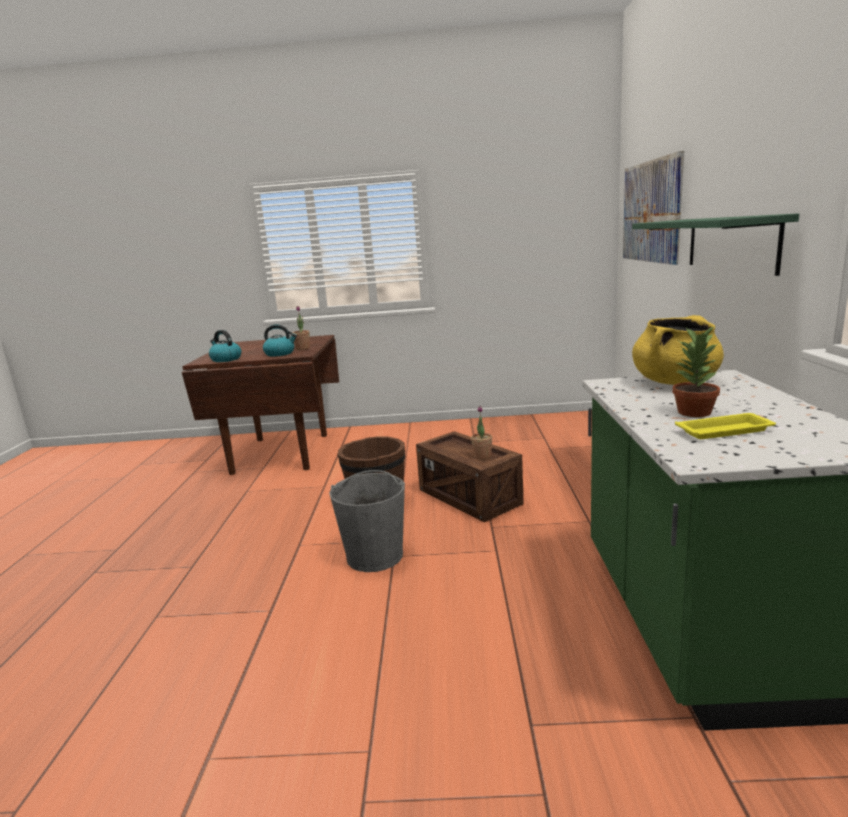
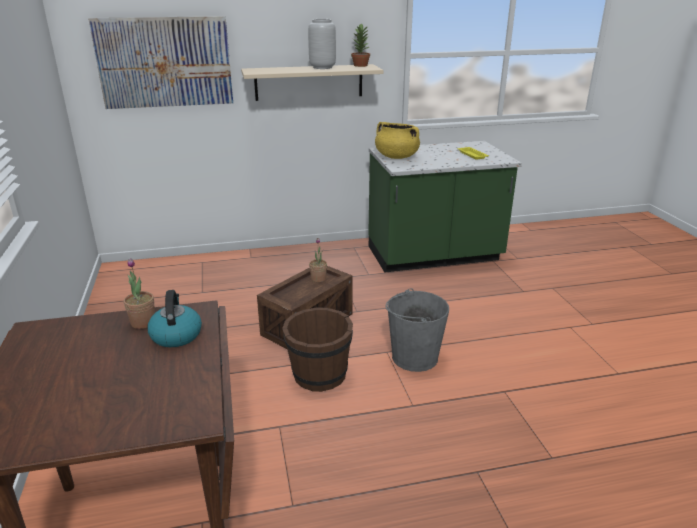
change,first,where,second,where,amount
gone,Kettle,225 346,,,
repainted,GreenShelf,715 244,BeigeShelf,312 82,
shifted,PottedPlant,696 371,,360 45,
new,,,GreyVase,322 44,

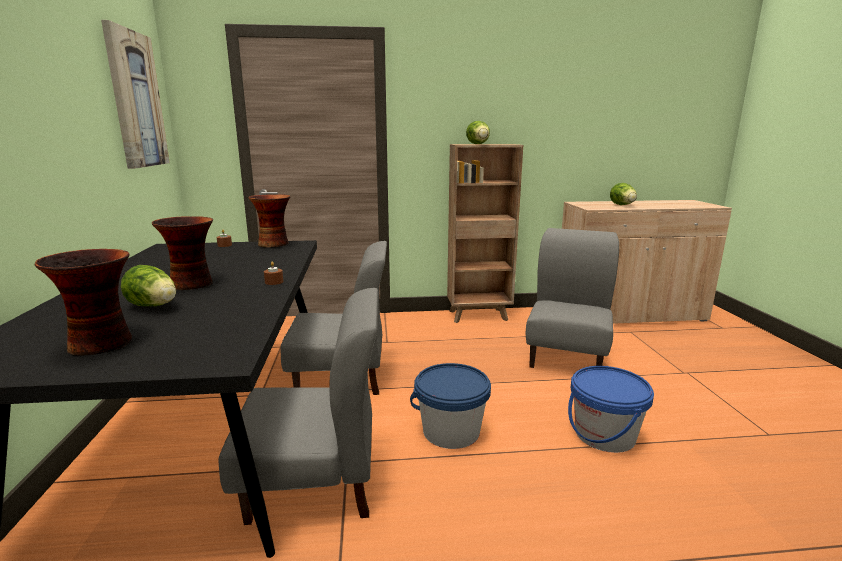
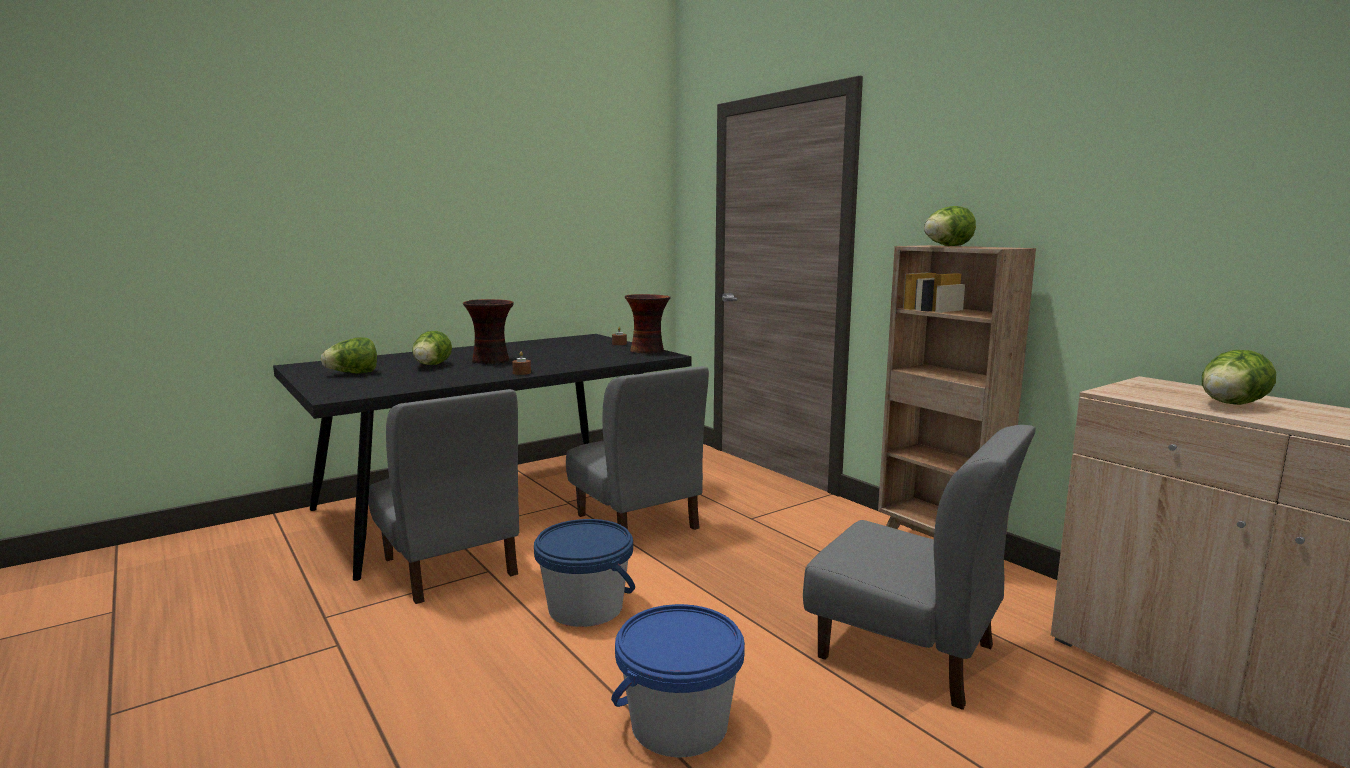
change,first,where,second,where,amount
swapped,Vase,83 302,Lettuce,349 355,
gone,Picture,135 94,,,
rotated,GreyChair,572 298,,919 567,45 degrees clockwise

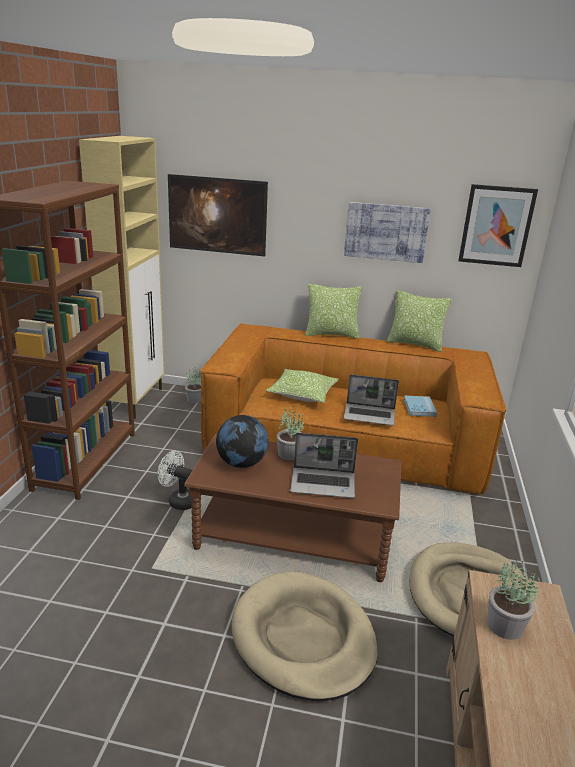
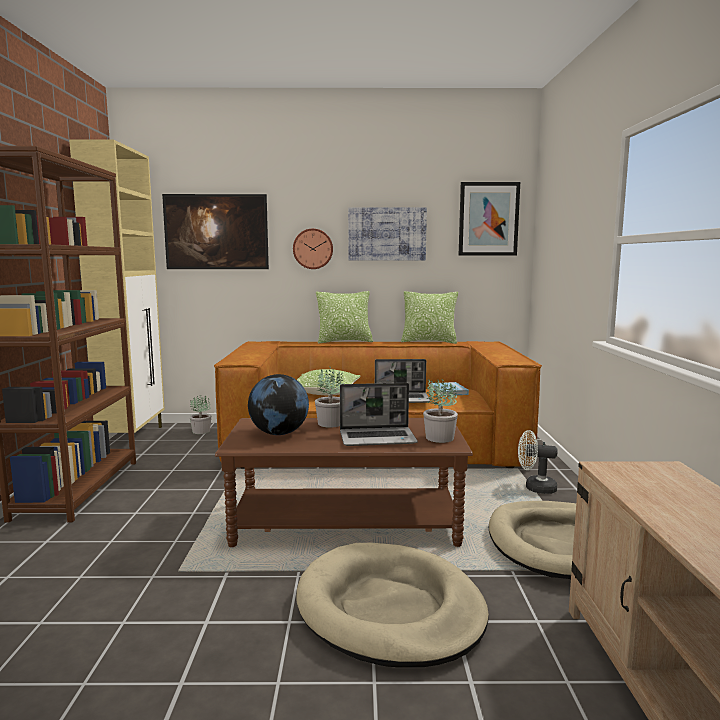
change,first,where,second,where,amount
shifted,WhiteFan,175 480,,537 462,
shifted,PottedPlant,513 599,,440 411,
new,,,WallClock,313 248,

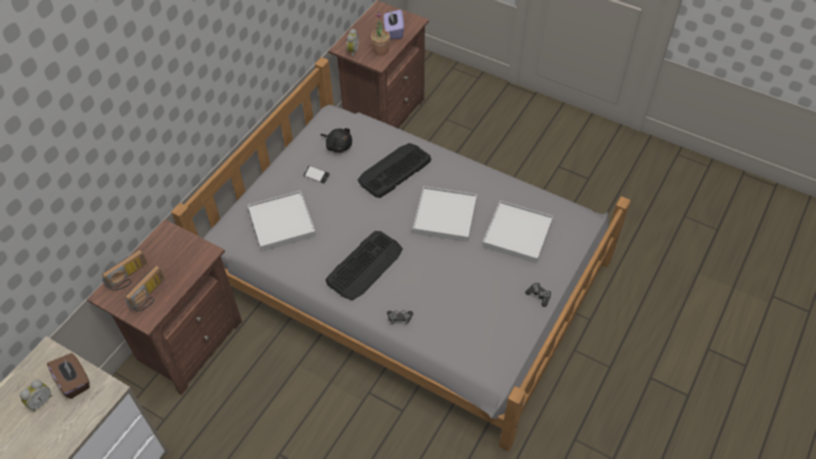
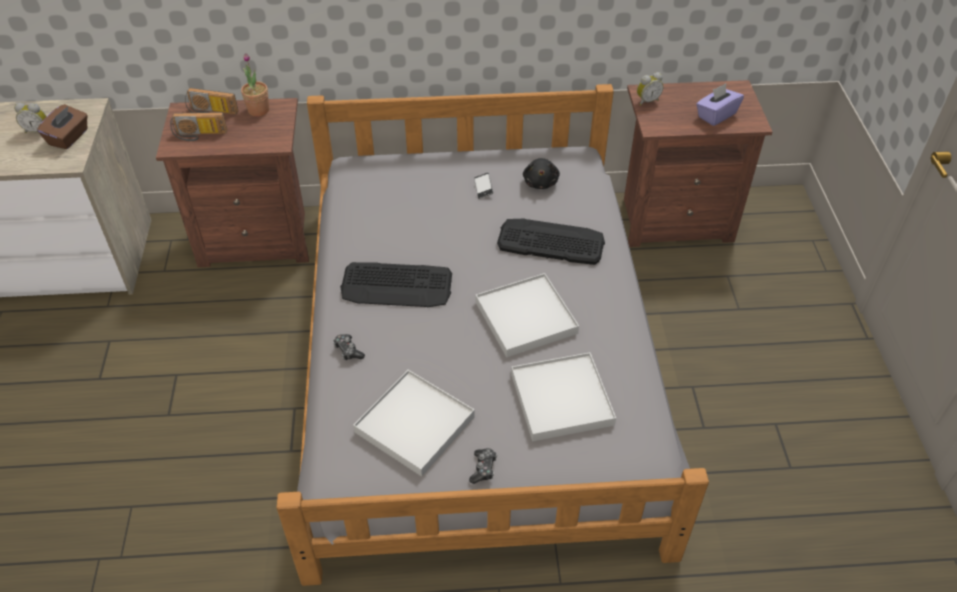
change,first,where,second,where,amount
shifted,WhiteTray,282 221,,414 423,
shifted,PottedPlant,380 33,,255 85,

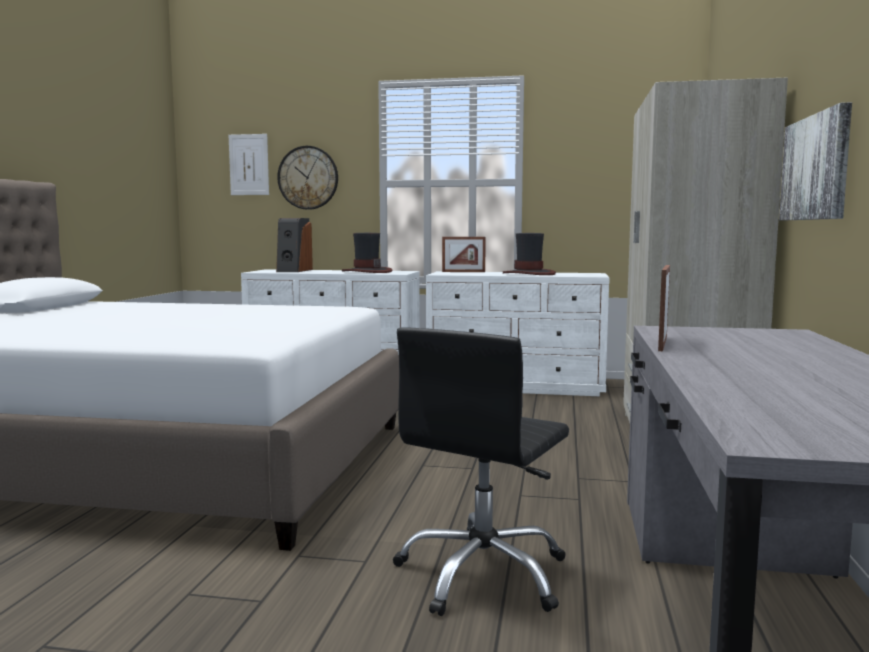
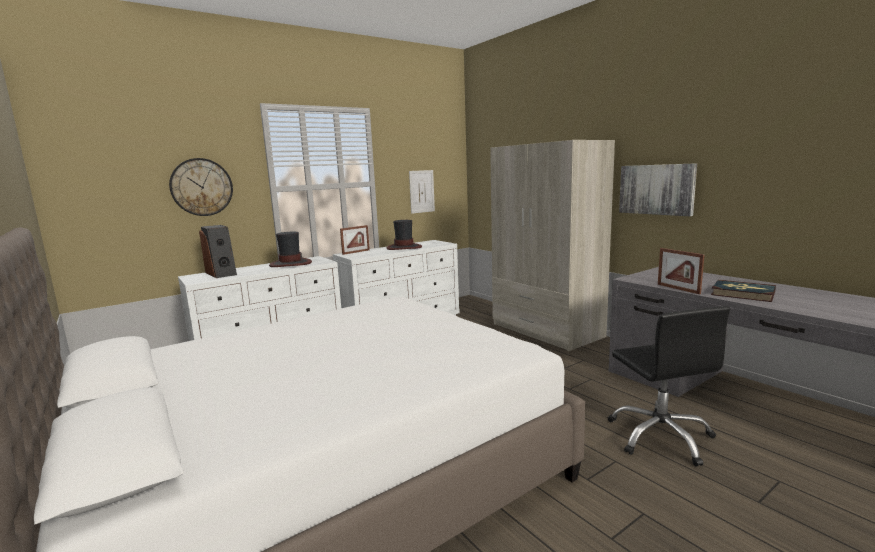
change,first,where,second,where,amount
shifted,Picture,249 164,,422 192,
new,,,Book,743 291,

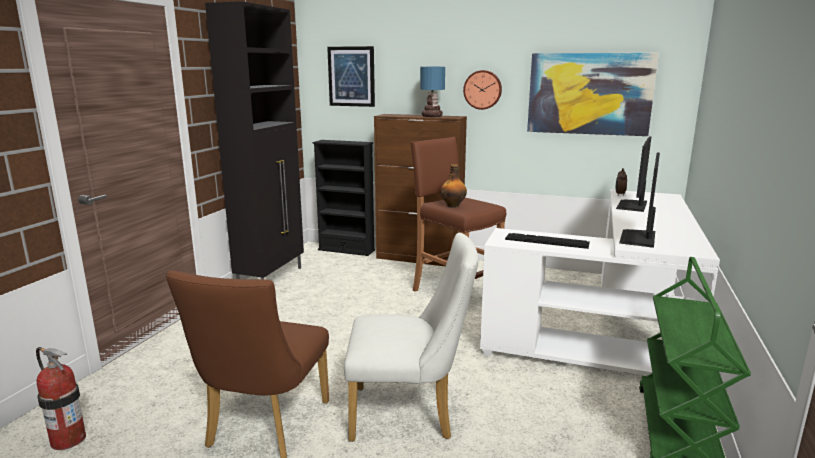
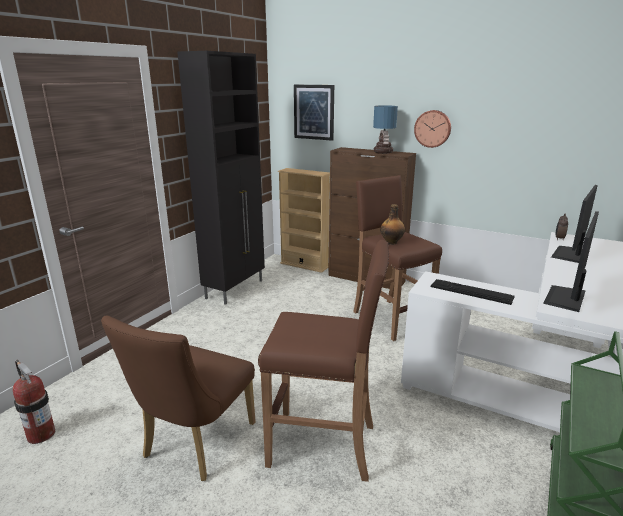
change,first,where,second,where,amount
repainted,BlackBookcase,344 198,BeigeBookcase,304 220,
swapped,WhiteChair,411 337,BrownStool,323 361,
gone,Picture,593 94,,,

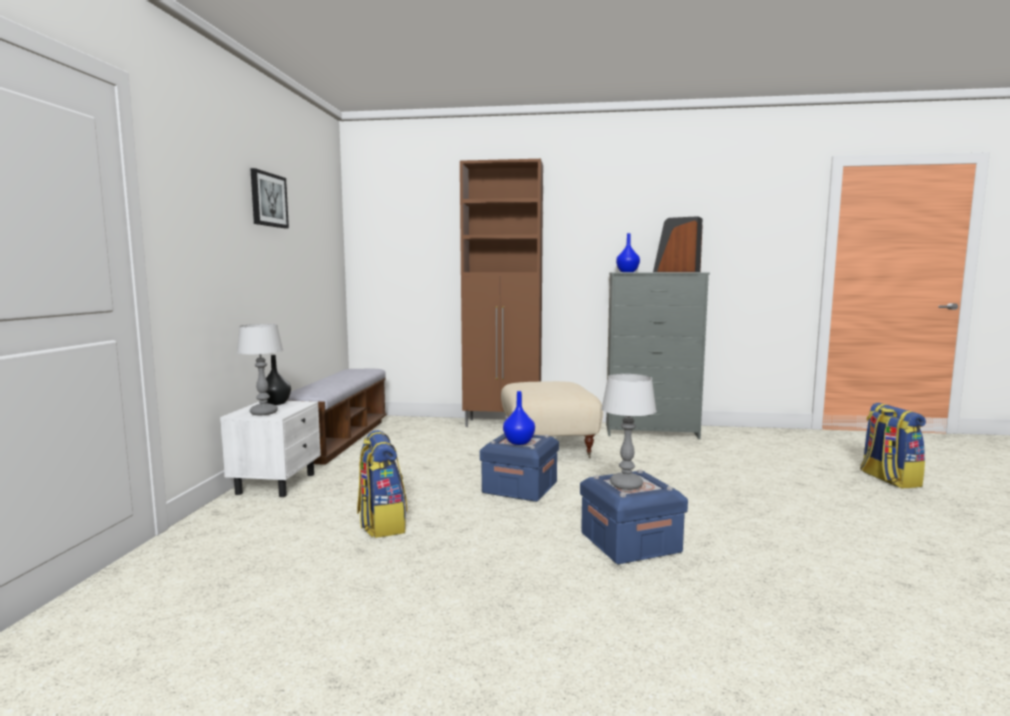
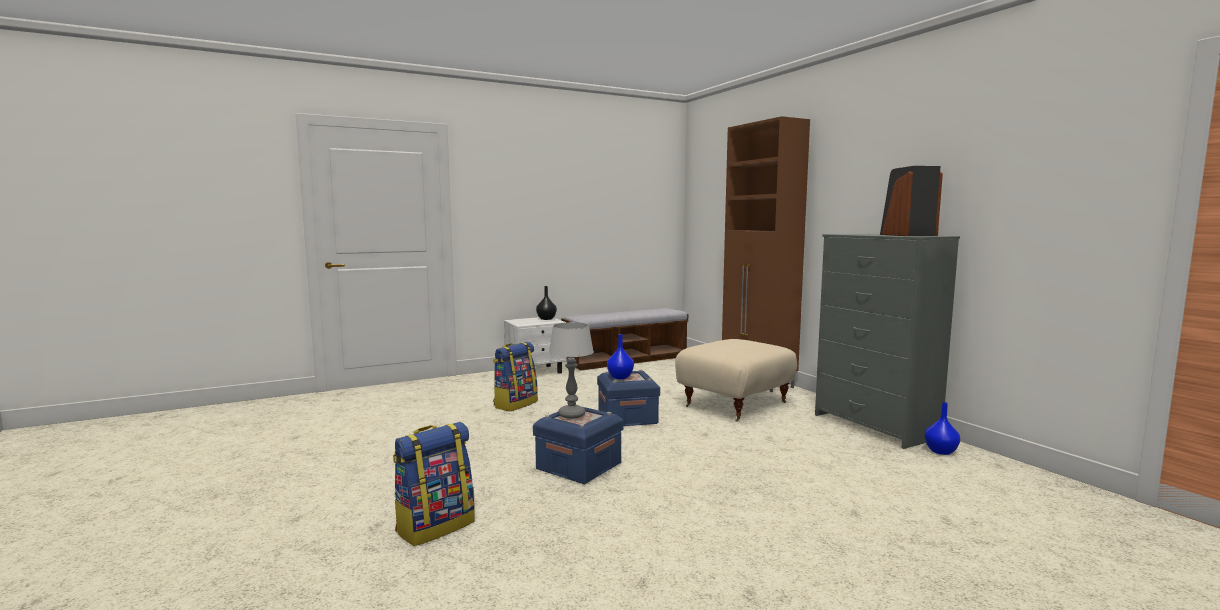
change,first,where,second,where,amount
gone,TableLamp,260 369,,,
gone,Picture,269 198,,,
shifted,BlueVase,628 252,,942 428,
shifted,Backpack,893 445,,434 484,

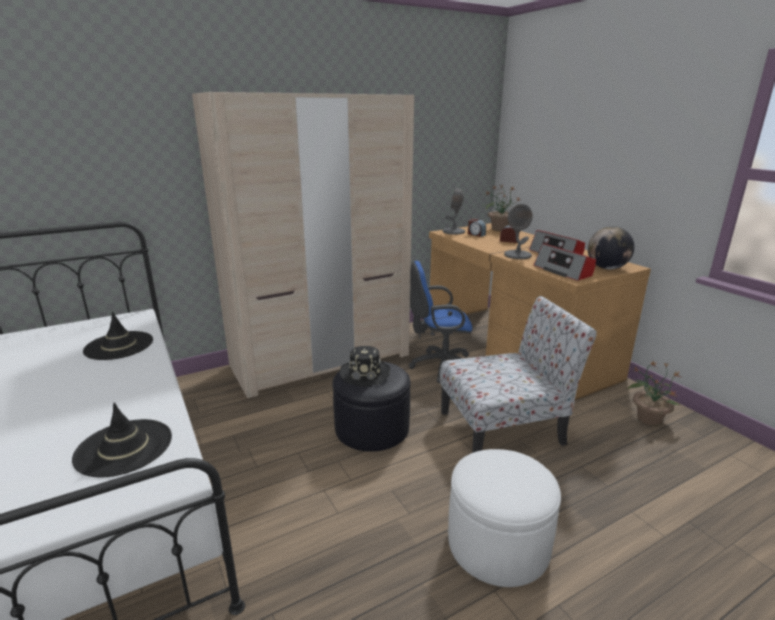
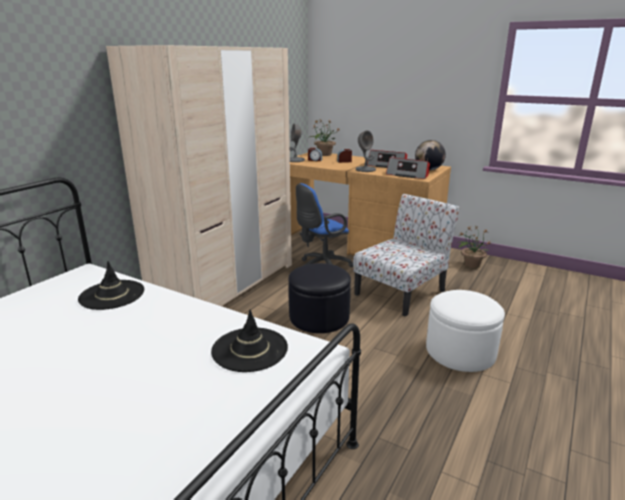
change,first,where,second,where,amount
gone,BlackHat,365 366,,,

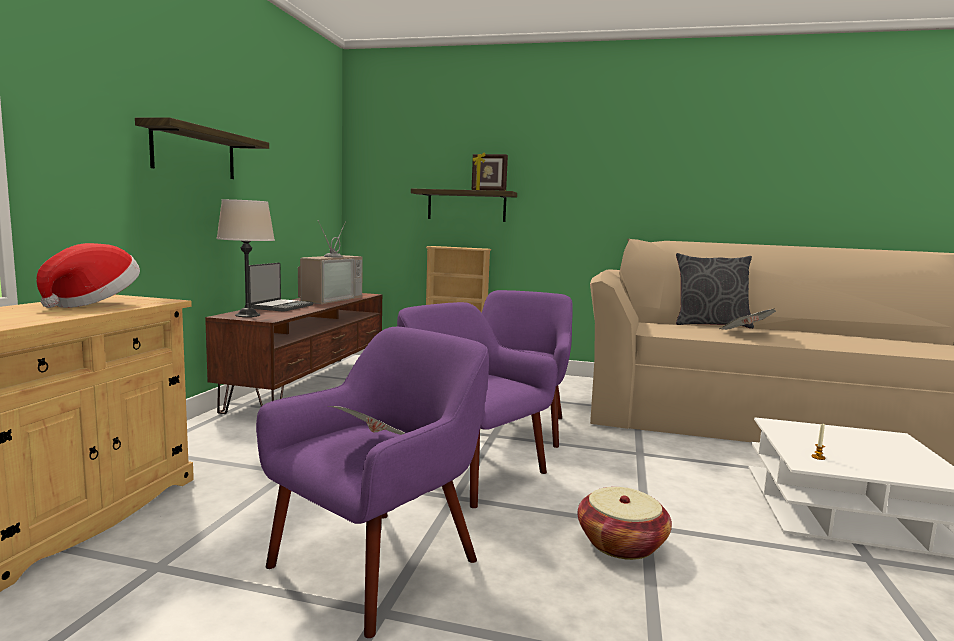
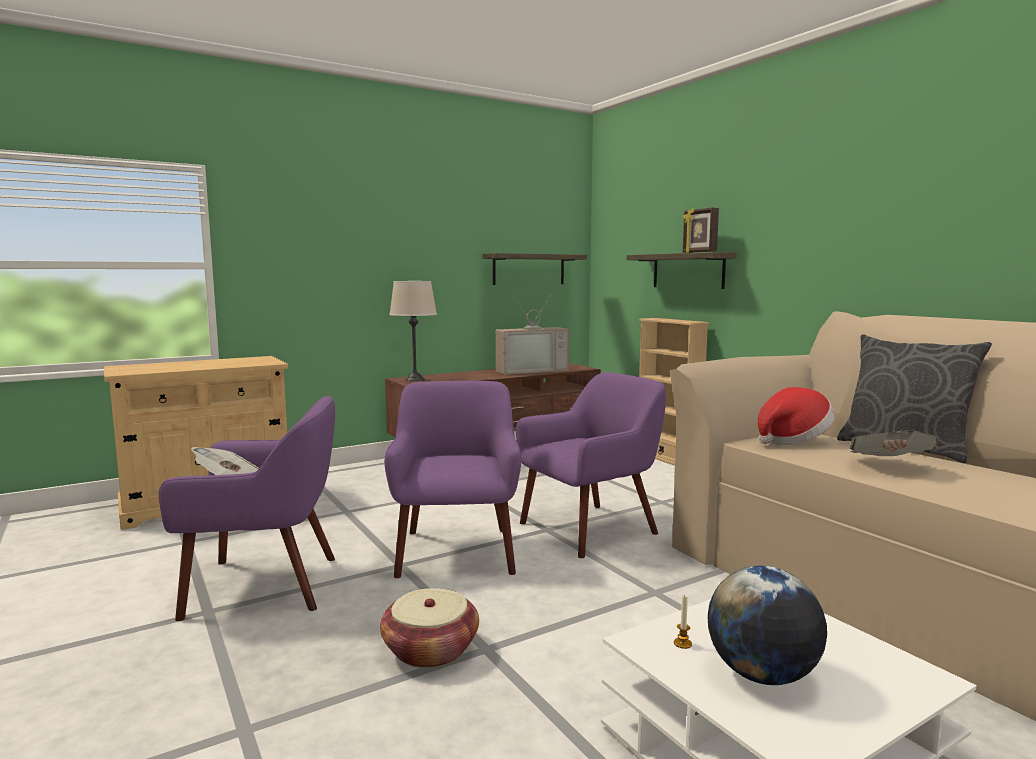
change,first,where,second,where,amount
shifted,Hat,88 275,,796 416,
shifted,Shelf,202 148,,535 269,
gone,Laptop,281 287,,,
new,,,Globe,767 625,

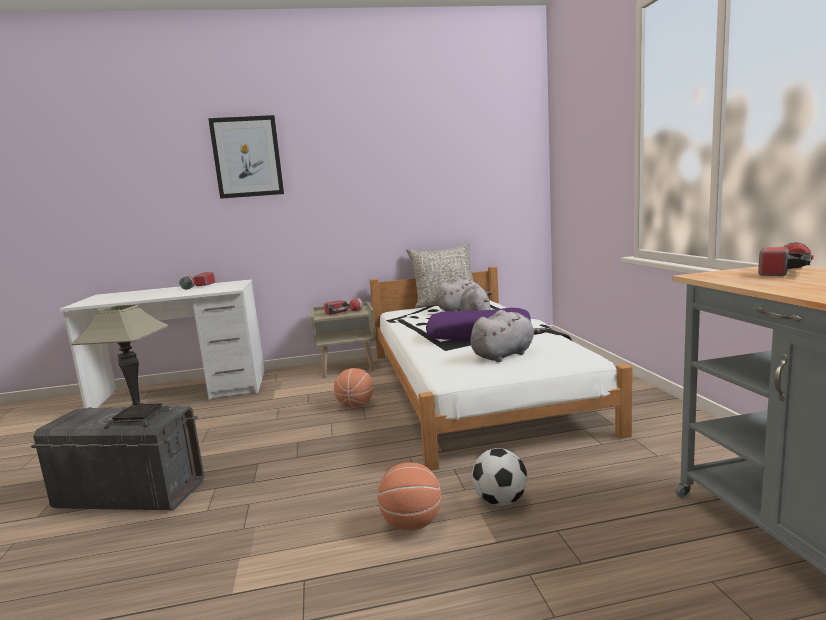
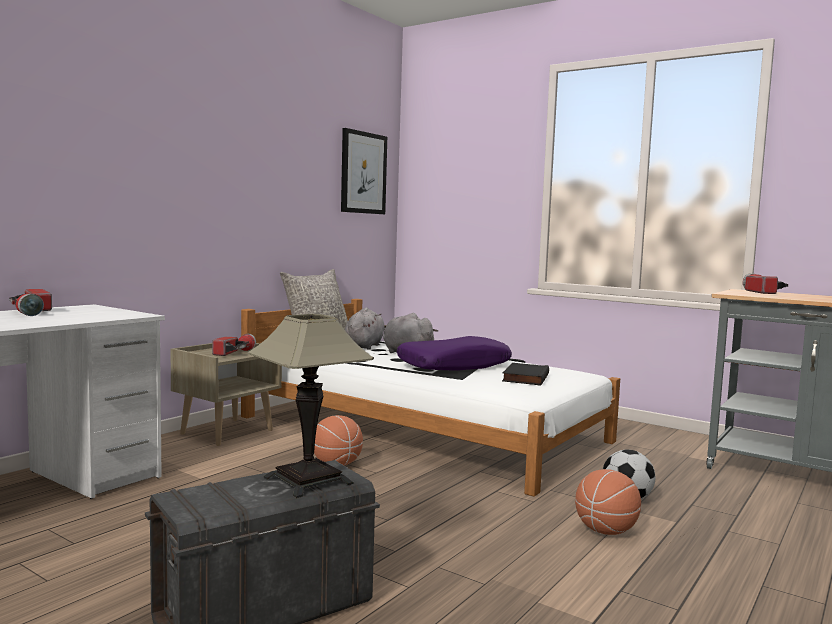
change,first,where,second,where,amount
shifted,Picture,246 157,,364 171,
swapped,GreyPlushToy,508 336,BlackBook,525 374,

